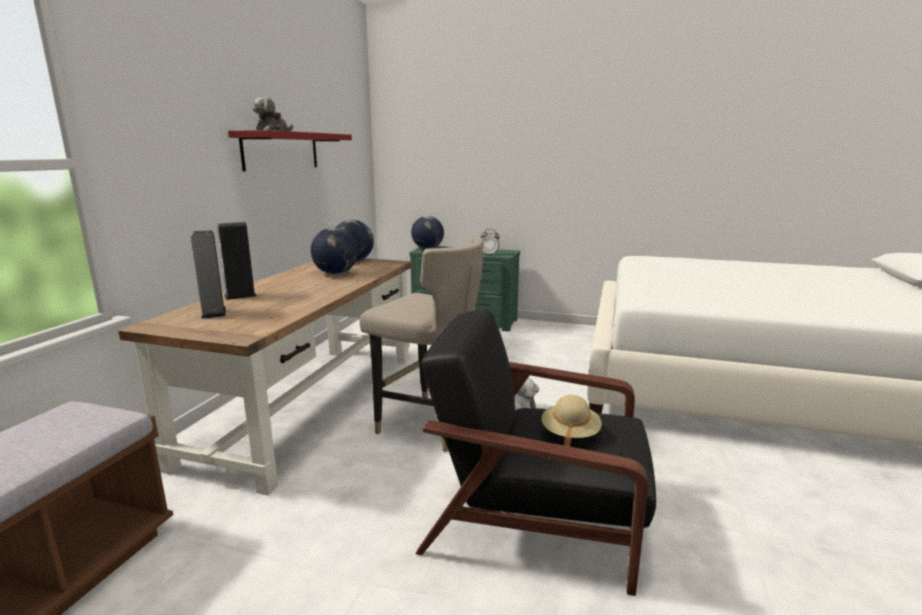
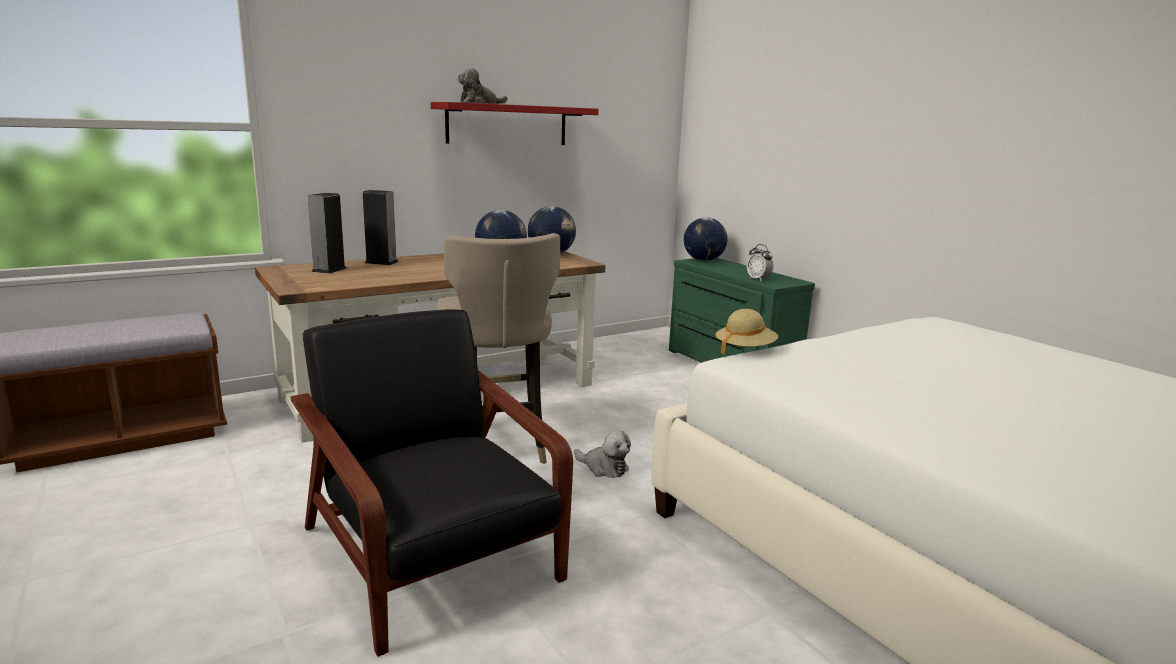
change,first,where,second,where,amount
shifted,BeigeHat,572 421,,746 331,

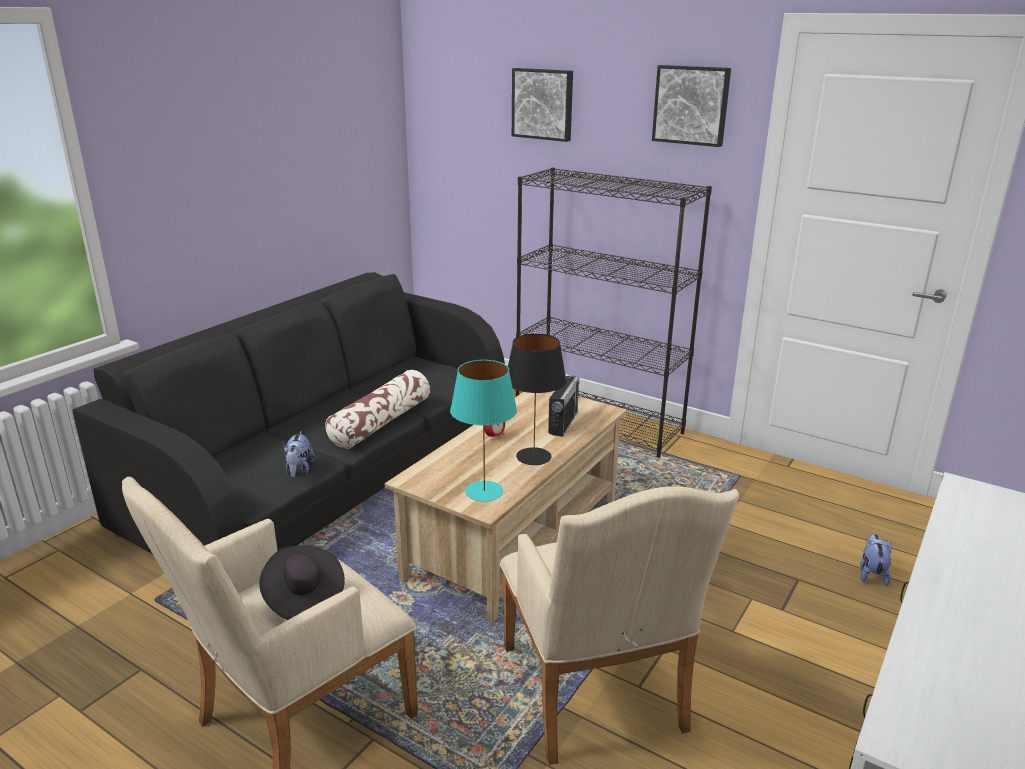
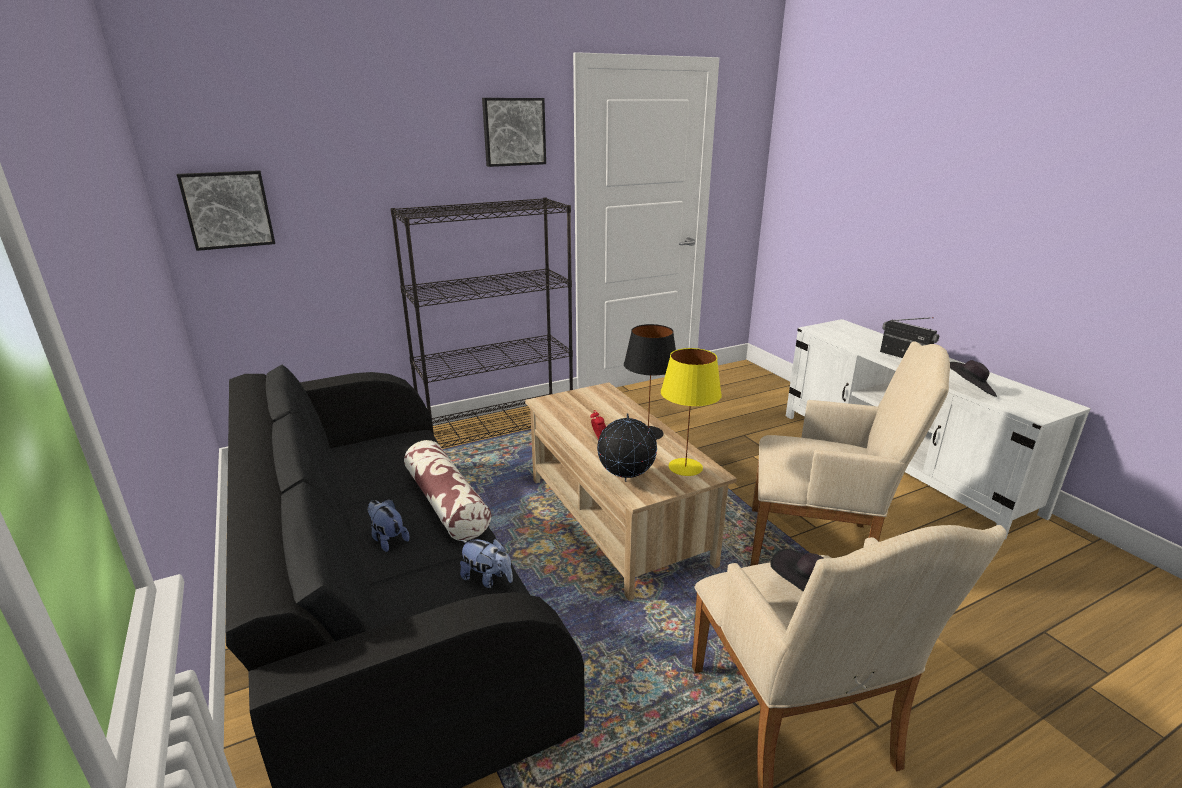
change,first,where,second,where,amount
repainted,TurquoiseTableLamp,483 430,YellowTableLamp,691 412,
shifted,Picture,542 105,,226 210,
shifted,Radio,563 406,,909 337,
shifted,PlushToy,875 560,,388 525,
new,,,Globe,627 447,
new,,,BlackHat,973 378,

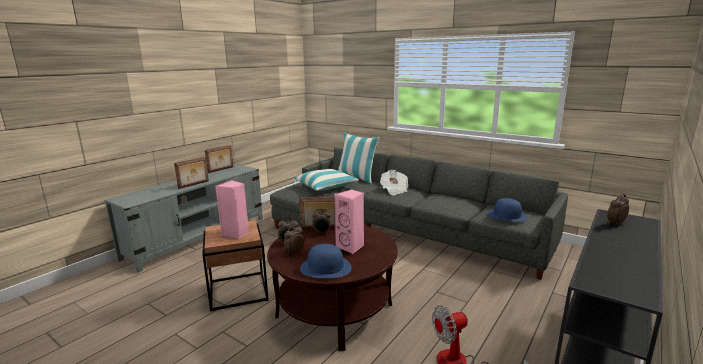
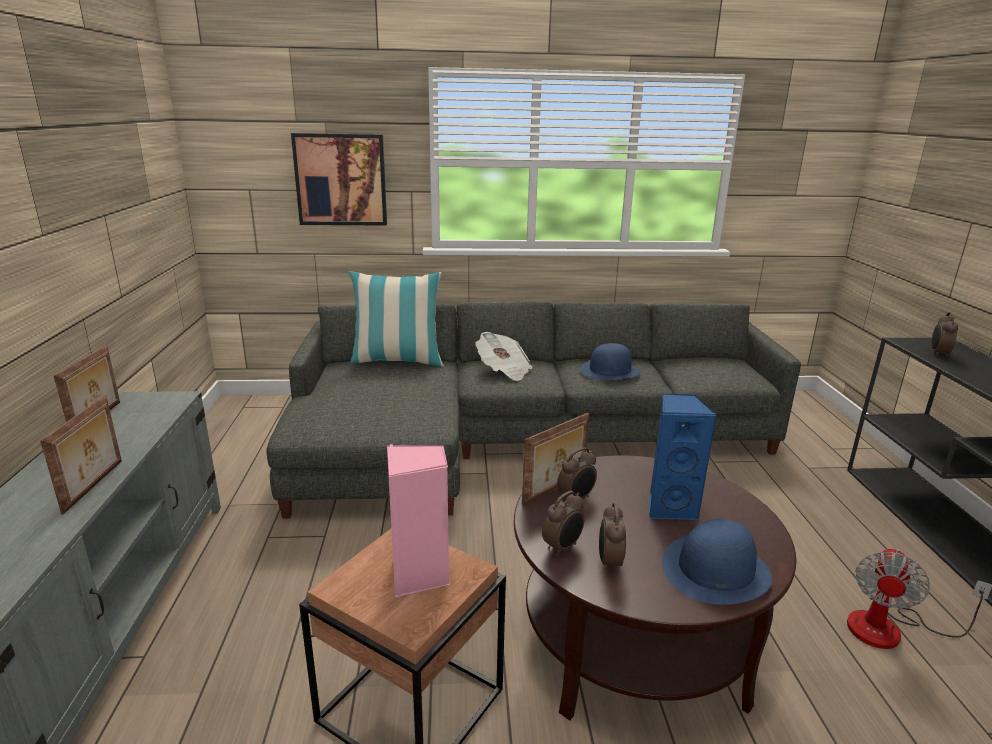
change,first,where,second,where,amount
gone,Pillow,326 180,,,
repainted,PinkSpeaker,349 221,BlueSpeaker,683 457,
shifted,BlueHat,507 210,,610 361,
new,,,Picture,339 179,

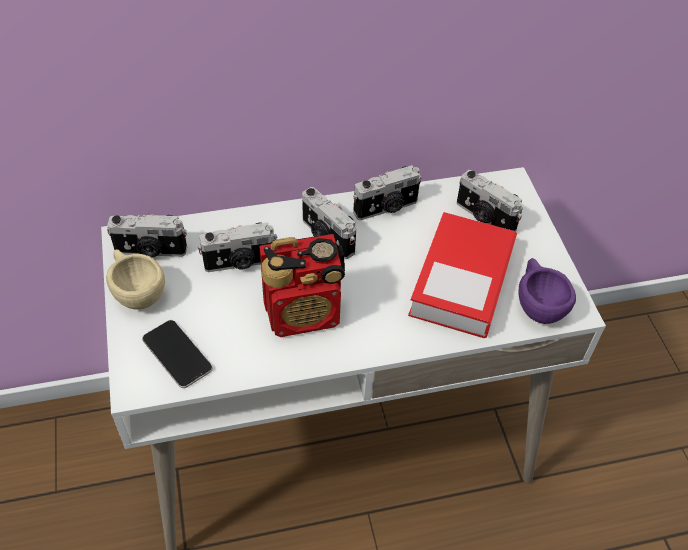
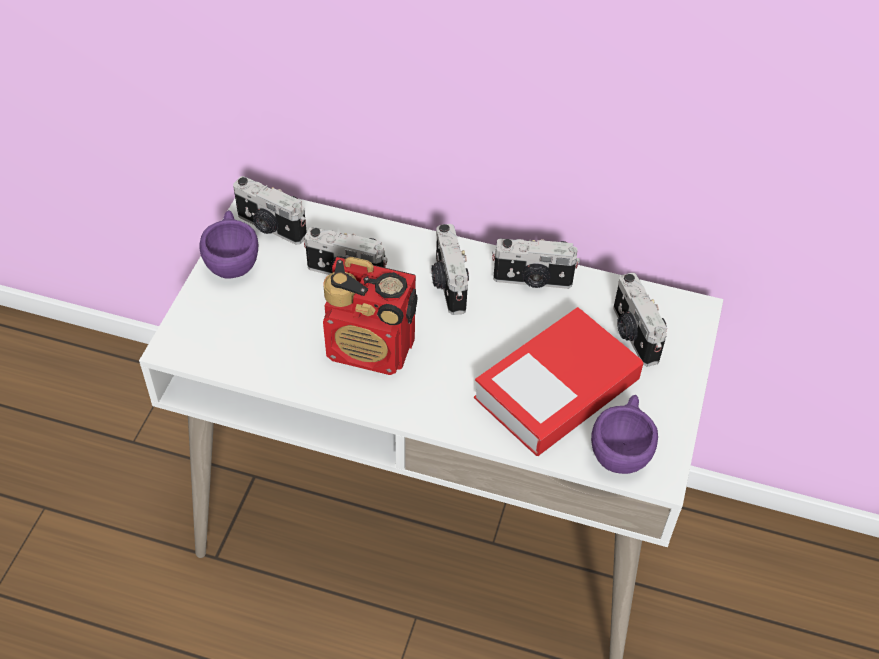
change,first,where,second,where,amount
repainted,BeigeCup,135 279,PurpleCup,229 244,
gone,Phone,177 354,,,

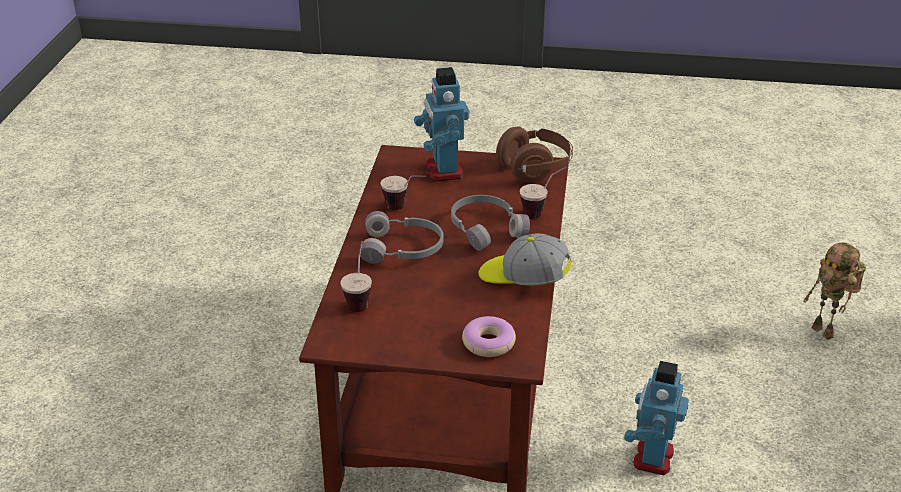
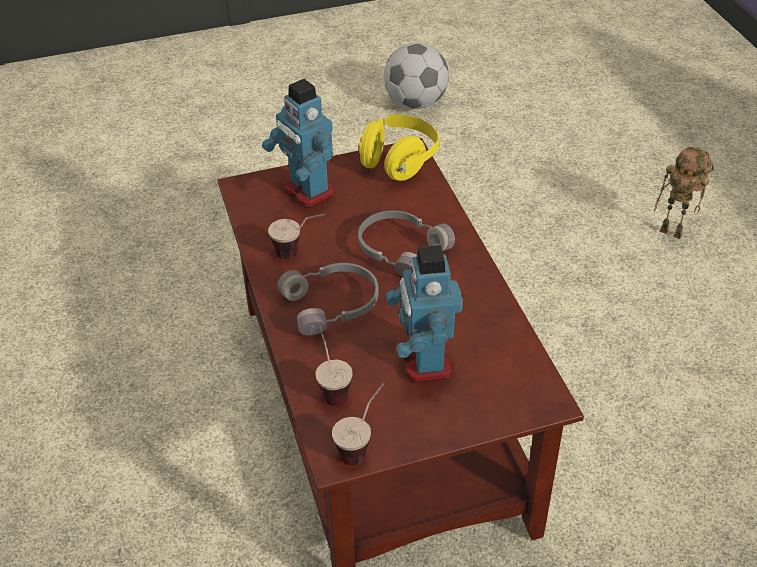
change,first,where,second,where,amount
gone,Donut,489 336,,,
gone,Cap,525 259,,,
repainted,BrownHeadphones,534 154,YellowHeadphones,399 147,
shifted,Cup,543 192,,358 424,
shifted,ToyRobot,656 418,,424 314,
new,,,Football,416 76,

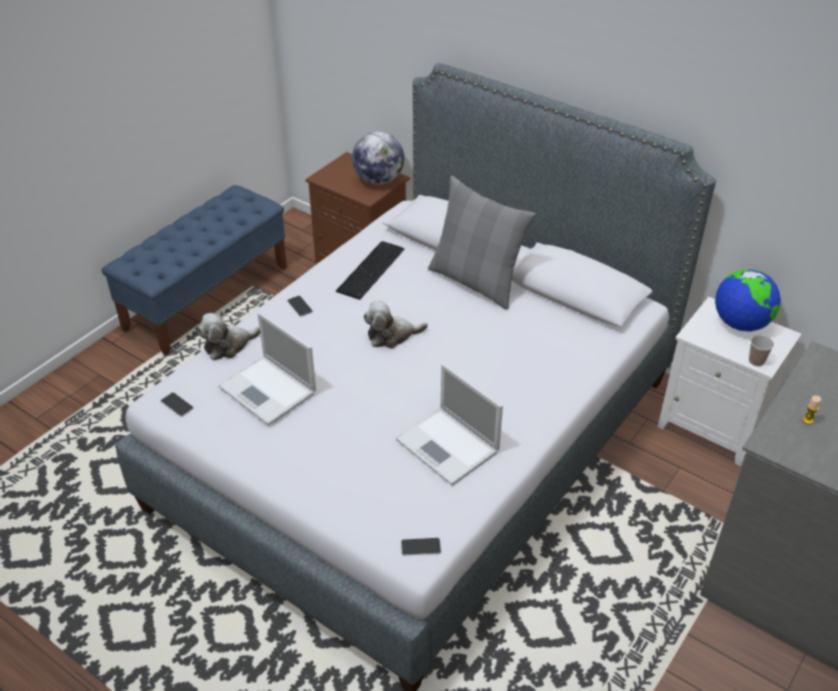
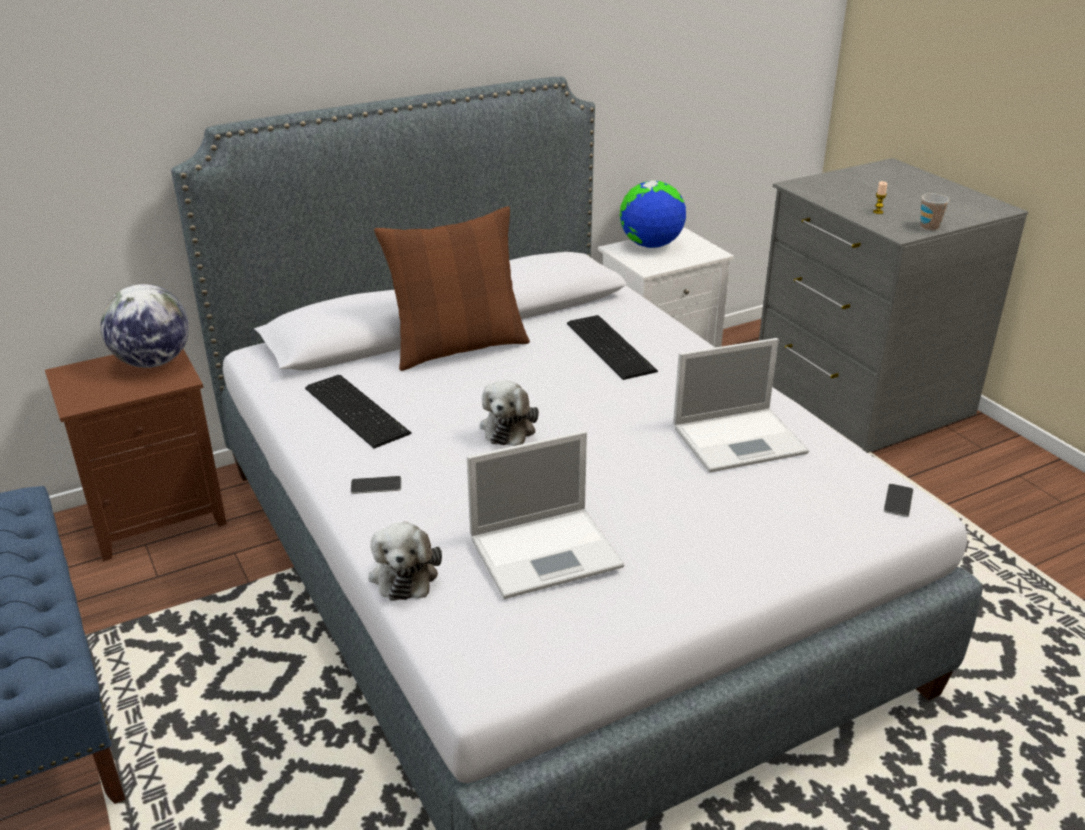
change,first,where,second,where,amount
gone,Phone,177 404,,,
repainted,GreyPillow,482 243,BrownPillow,452 288,
shifted,Cup,761 350,,934 212,
new,,,Keyboard,612 347,

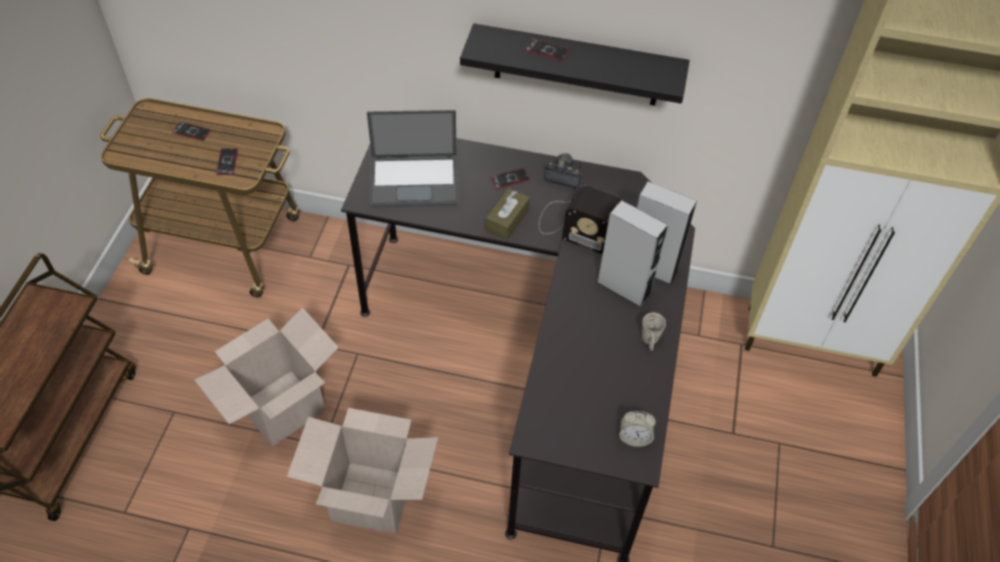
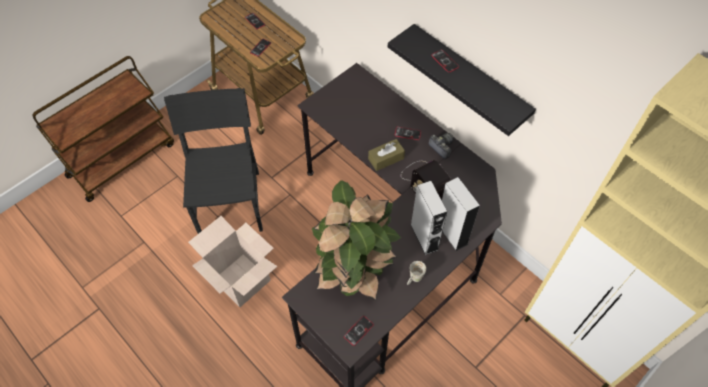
change,first,where,second,where,amount
swapped,CardboardBox,266 377,BlackChair,213 161,
gone,Laptop,412 159,,,
swapped,AlarmClock,637 429,Phone,359 331,
new,,,PottedPlant,356 240,

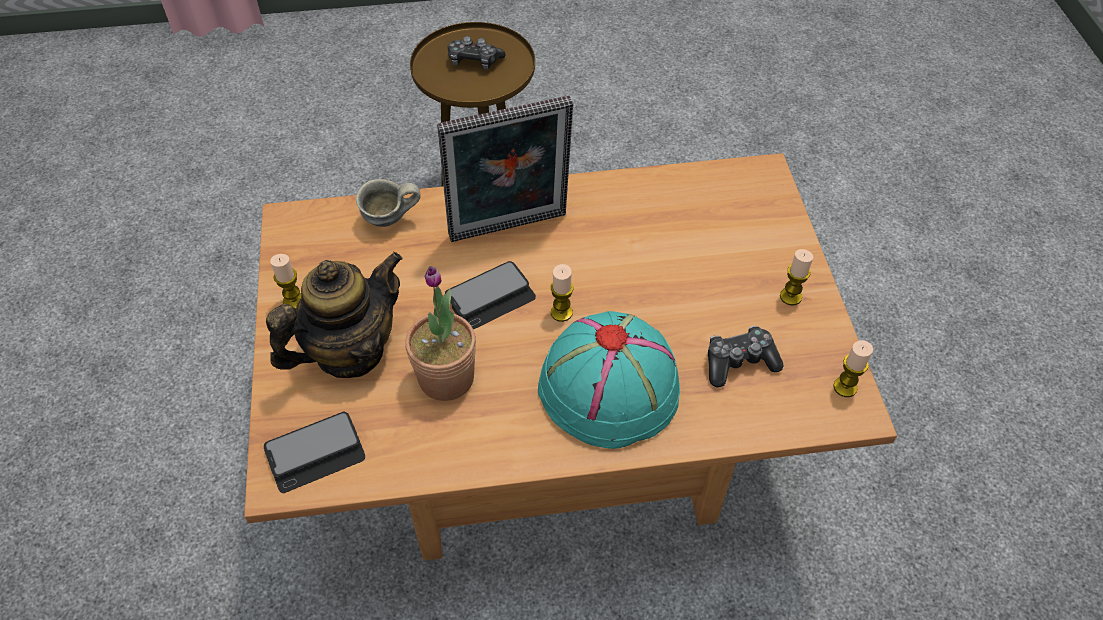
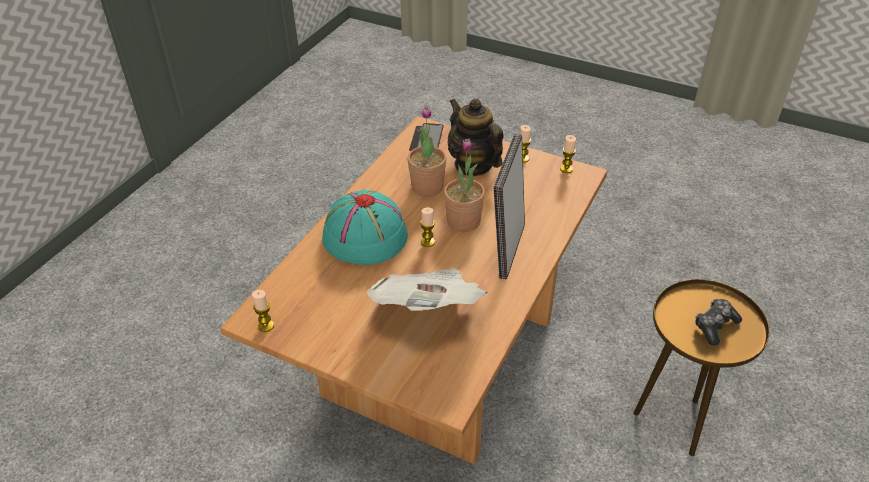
change,first,where,second,where,amount
rotated,Teapot,334 315,,476 137,150 degrees clockwise
gone,GreyMug,388 203,,,
swapped,Phone,490 295,PottedPlant,464 185,
gone,GameController,745 357,,,
shifted,Candle,796 277,,568 154,
new,,,Newspaper,427 289,

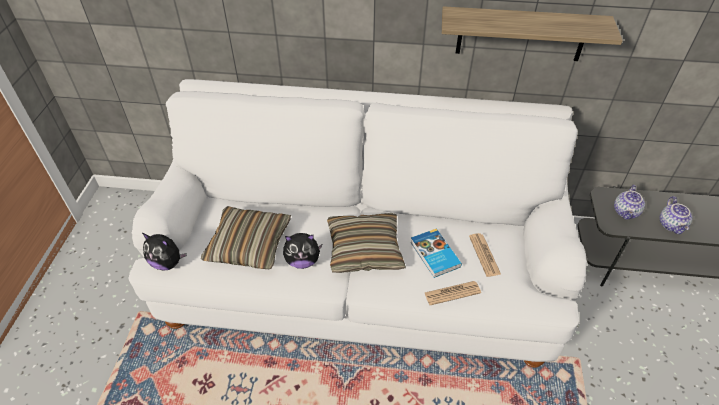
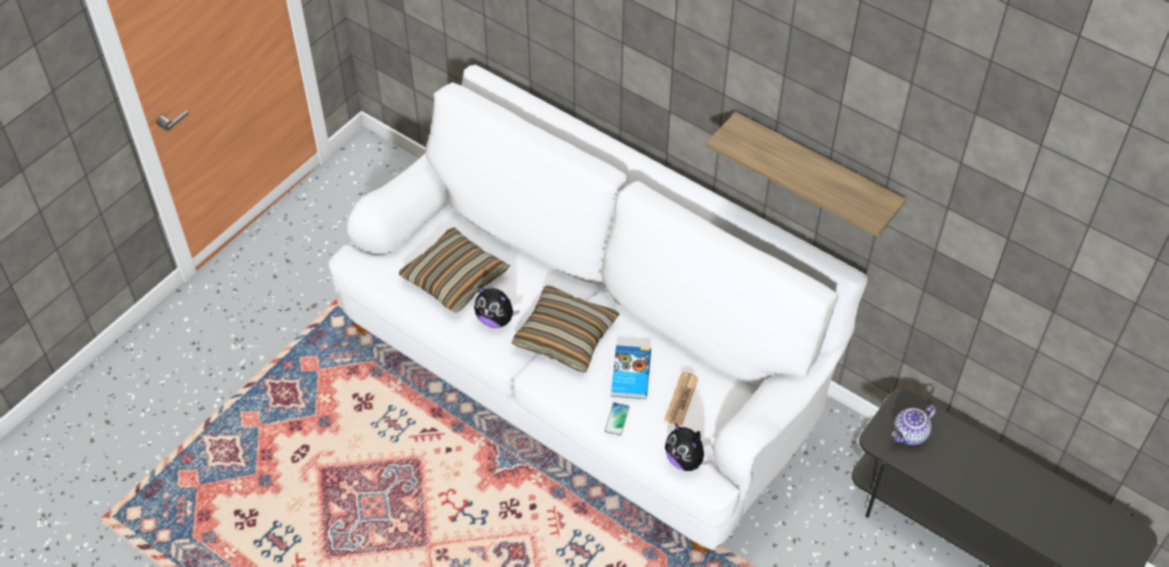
change,first,where,second,where,amount
shifted,PlushToy,164 252,,688 447,
swapped,Newspaper,453 293,Phone,617 419,
gone,Teapot,676 215,,,

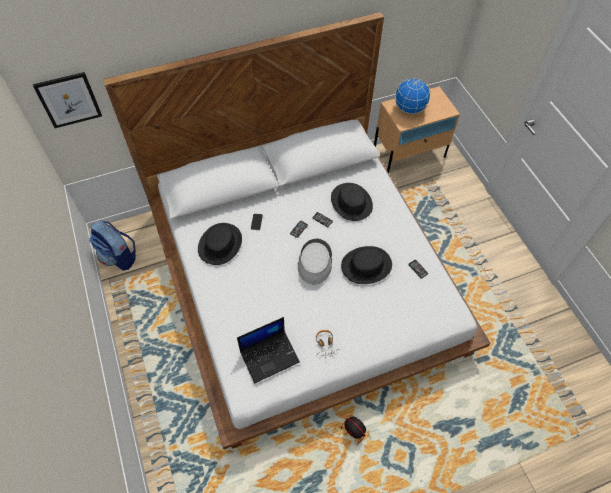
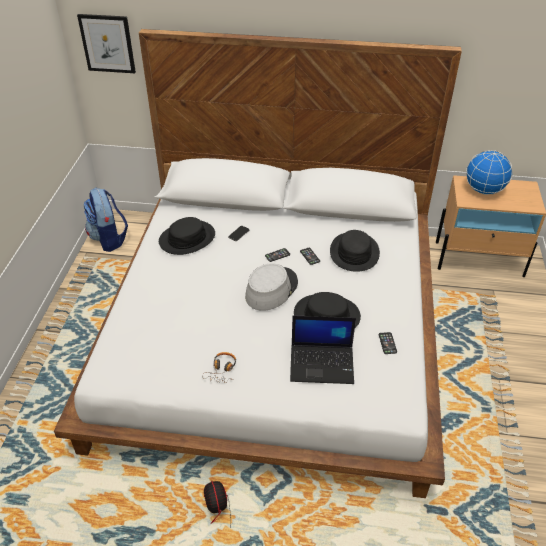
change,first,where,second,where,amount
shifted,Laptop,268 350,,323 349,

